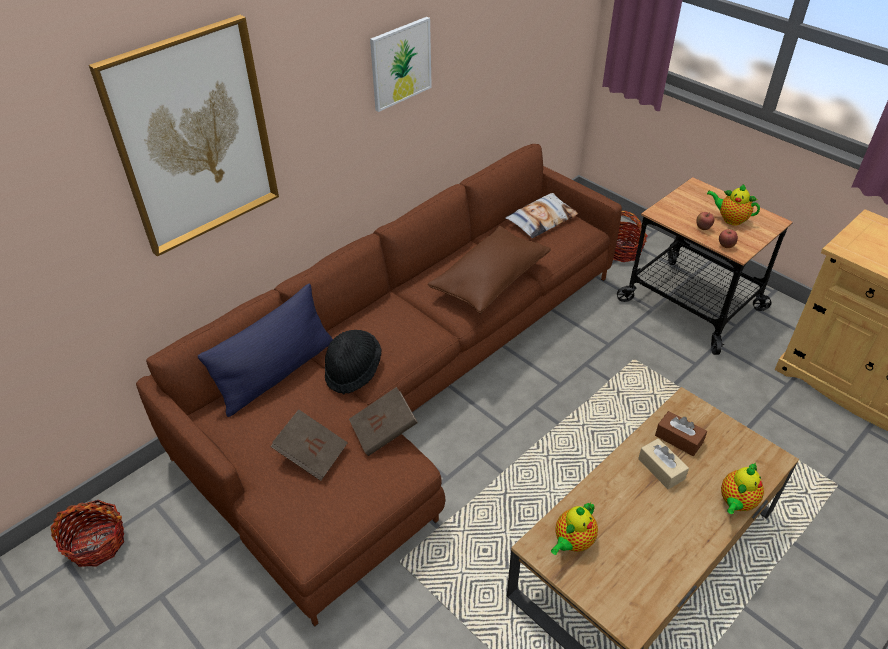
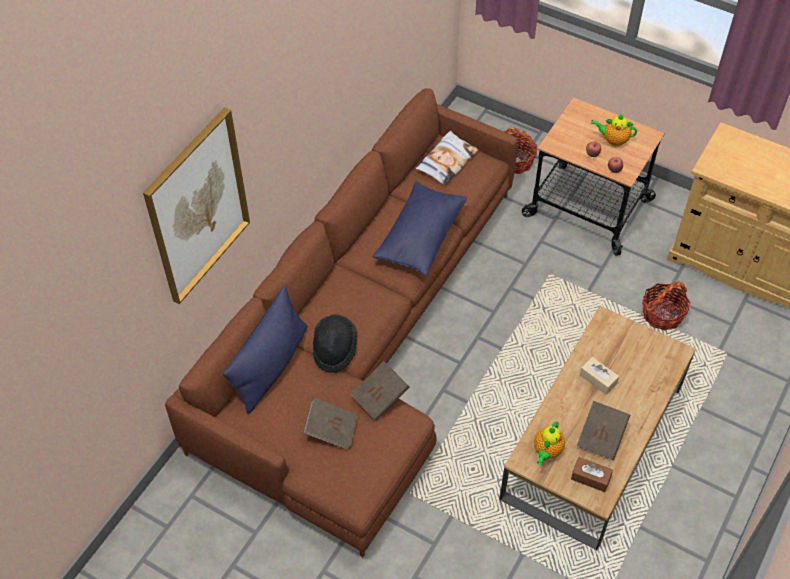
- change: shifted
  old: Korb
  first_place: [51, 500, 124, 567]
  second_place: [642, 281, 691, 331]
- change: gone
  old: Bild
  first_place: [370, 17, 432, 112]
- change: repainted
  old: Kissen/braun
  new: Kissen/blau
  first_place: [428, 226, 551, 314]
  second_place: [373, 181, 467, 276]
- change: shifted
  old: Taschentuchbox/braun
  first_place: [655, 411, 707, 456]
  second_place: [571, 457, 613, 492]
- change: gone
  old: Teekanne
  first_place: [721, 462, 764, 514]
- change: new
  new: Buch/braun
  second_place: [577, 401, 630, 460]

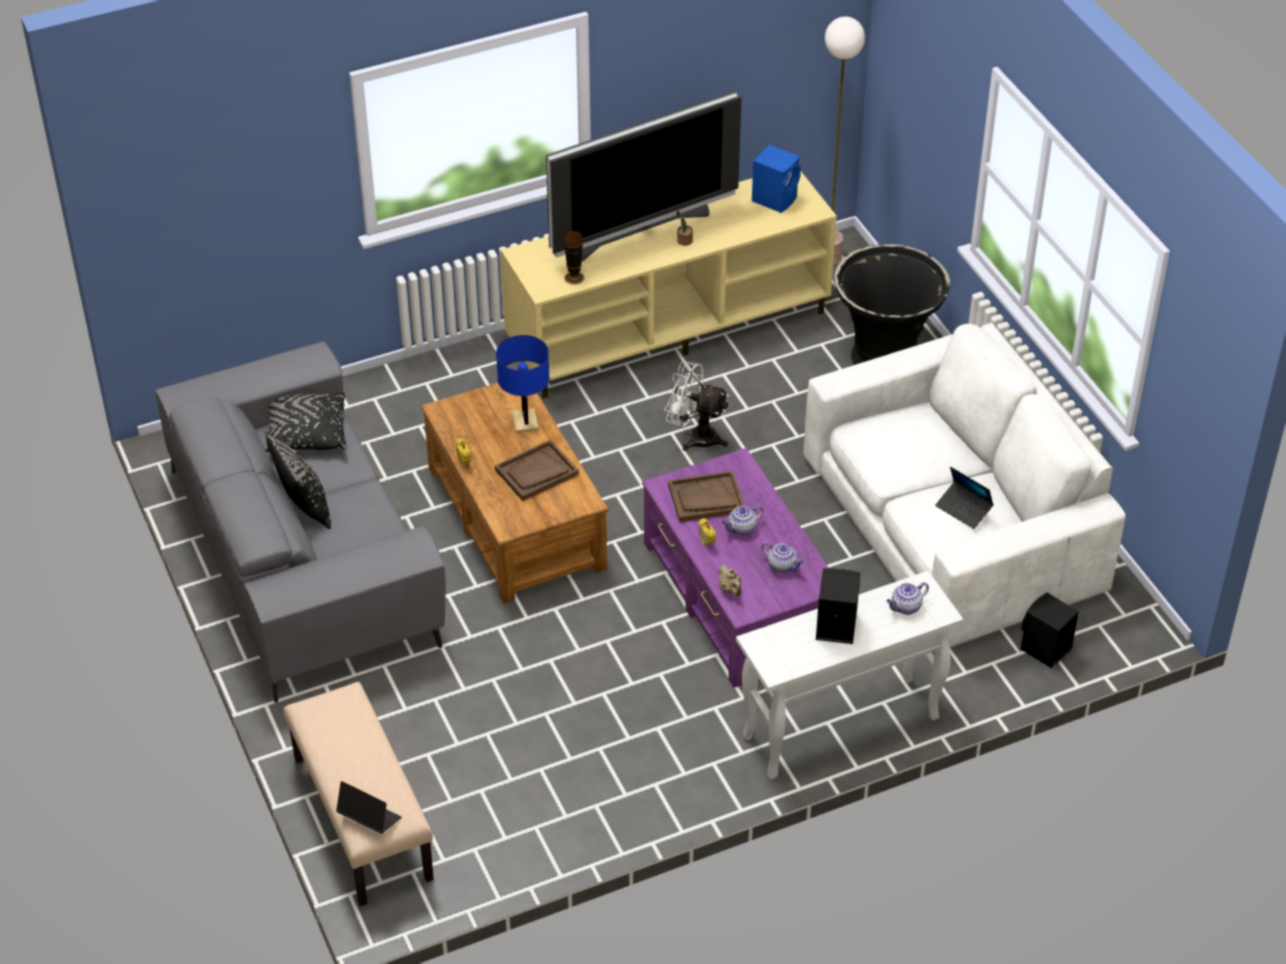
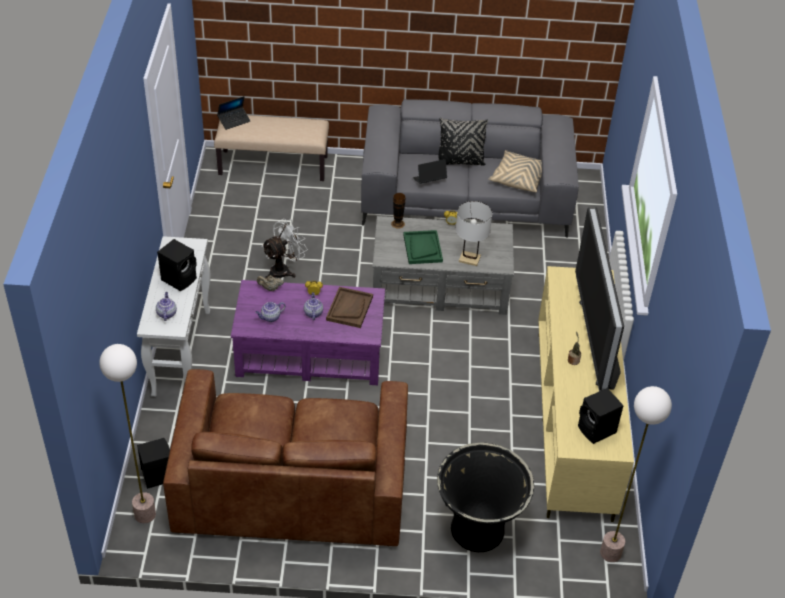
- change: repainted
  old: Kissen/schwarz
  new: Kissen/beige
  first_place: [265, 392, 347, 452]
  second_place: [489, 150, 542, 192]
- change: repainted
  old: Couchtisch/braun
  new: Couchtisch/grau
  first_place: [421, 383, 608, 603]
  second_place: [372, 216, 514, 315]
- change: repainted
  old: Tablett/braun
  new: Tablett/grün
  first_place: [495, 440, 579, 501]
  second_place: [403, 230, 443, 264]
- change: repainted
  old: Tischlampe/blau
  new: Tischlampe/weiß
  first_place: [496, 335, 549, 433]
  second_place: [456, 201, 492, 266]
- change: shifted
  old: Vase
  first_place: [564, 231, 584, 285]
  second_place: [391, 193, 406, 228]
- change: shifted
  old: Ventilator/weiß
  first_place: [664, 362, 729, 451]
  second_place: [262, 219, 308, 279]
- change: repainted
  old: Lautsprecher/blau
  new: Lautsprecher/schwarz
  first_place: [752, 145, 801, 213]
  second_place: [578, 388, 624, 444]
- change: repainted
  old: Sofa/weiß
  new: Sofa/braun
  first_place: [804, 323, 1126, 648]
  second_place: [163, 369, 408, 546]
- change: shifted
  old: Laptop
  first_place: [935, 467, 994, 529]
  second_place: [413, 159, 447, 184]
- change: new
  new: Stehlampe
  second_place: [99, 344, 156, 523]

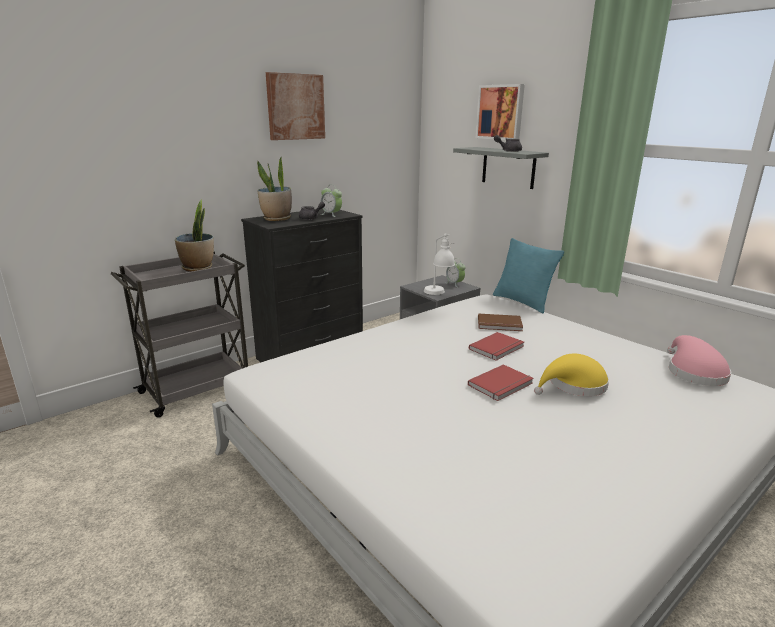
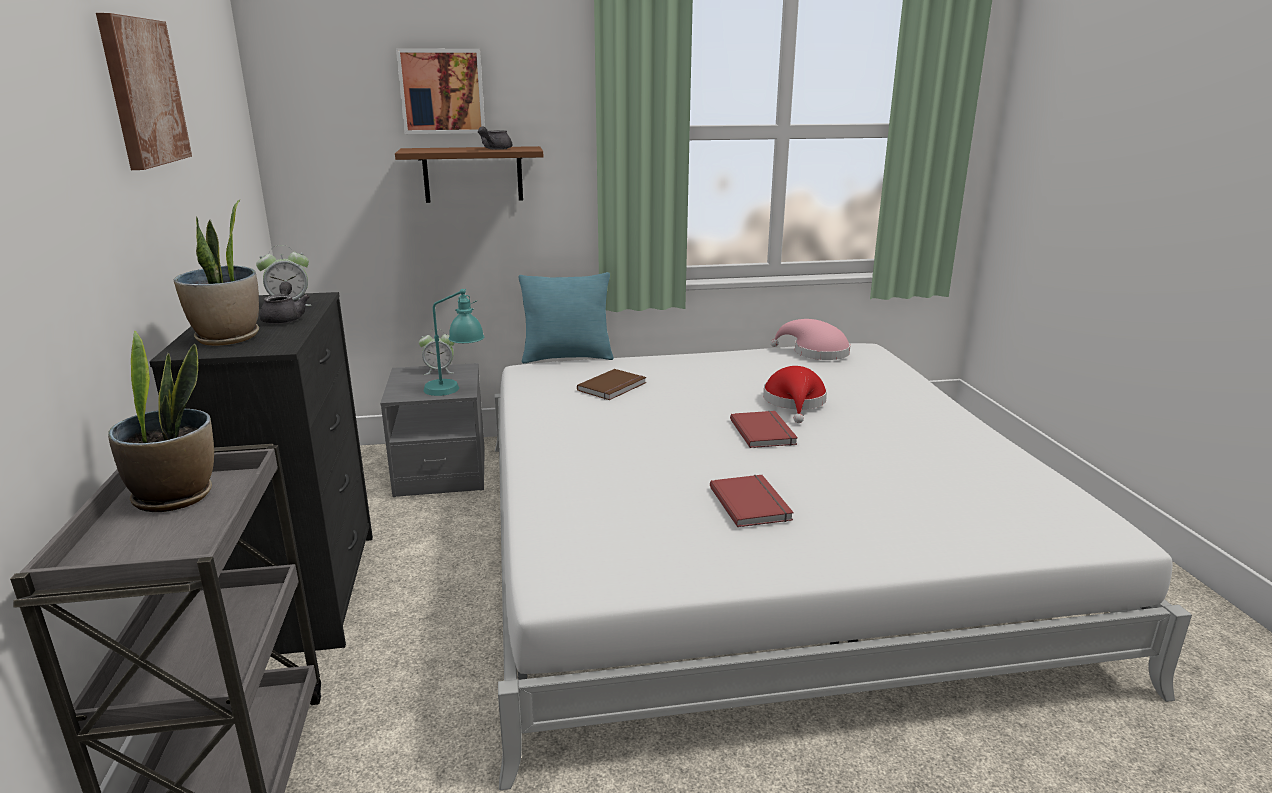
- change: repainted
  old: Tischlampe/weiß
  new: Tischlampe/türkis
  first_place: [424, 233, 455, 295]
  second_place: [424, 289, 484, 396]
- change: repainted
  old: Wandregal/grau
  new: Wandregal/braun
  first_place: [453, 147, 549, 189]
  second_place: [395, 146, 544, 203]
- change: shifted
  old: Buch/rot
  first_place: [469, 332, 524, 361]
  second_place: [710, 475, 794, 527]
- change: repainted
  old: Hut/gelb
  new: Hut/rot
  first_place: [534, 354, 609, 396]
  second_place: [763, 366, 827, 423]

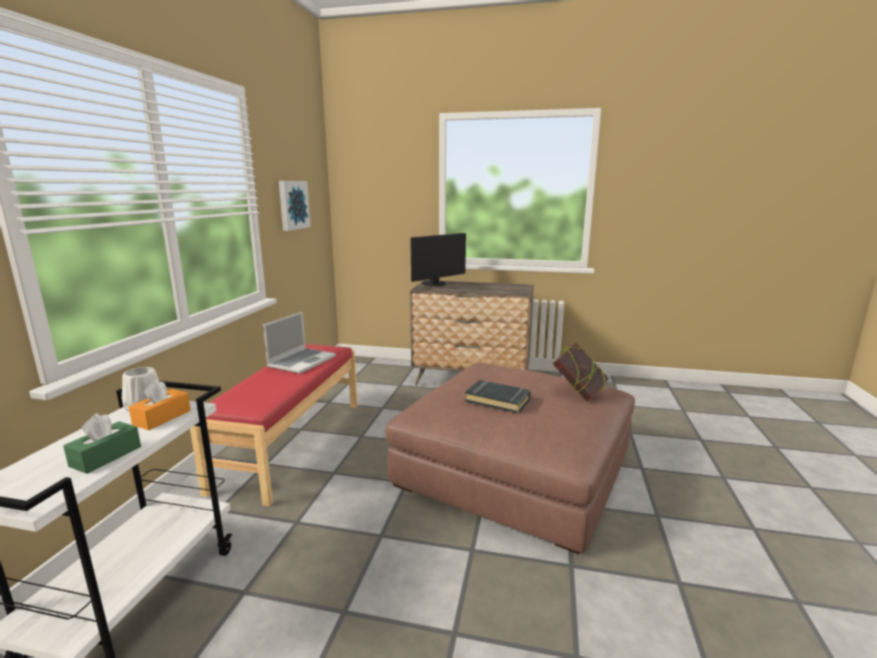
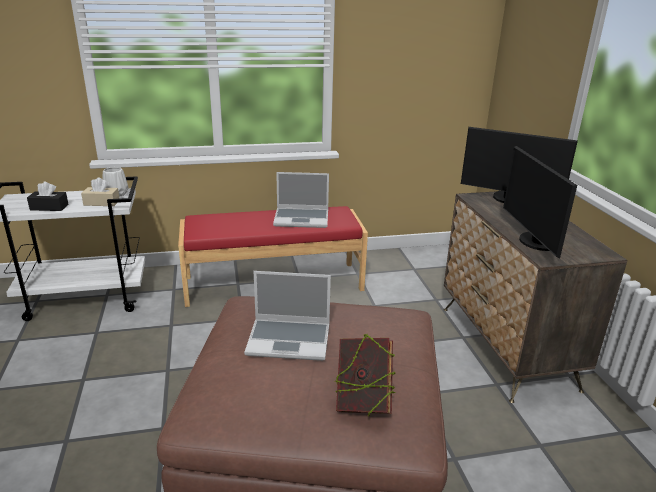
- change: repainted
  old: Taschentuchbox/grün
  new: Taschentuchbox/schwarz
  first_place: [63, 413, 141, 474]
  second_place: [27, 182, 69, 211]
- change: repainted
  old: Taschentuchbox/orange
  new: Taschentuchbox/beige
  first_place: [129, 380, 191, 430]
  second_place: [81, 178, 120, 206]
- change: gone
  old: Bild
  first_place: [279, 181, 311, 231]
- change: swapped
  old: Buch/schwarz
  new: Laptop
  first_place: [465, 380, 531, 413]
  second_place: [244, 271, 331, 361]
- change: new
  new: Monitor
  second_place: [503, 146, 577, 258]

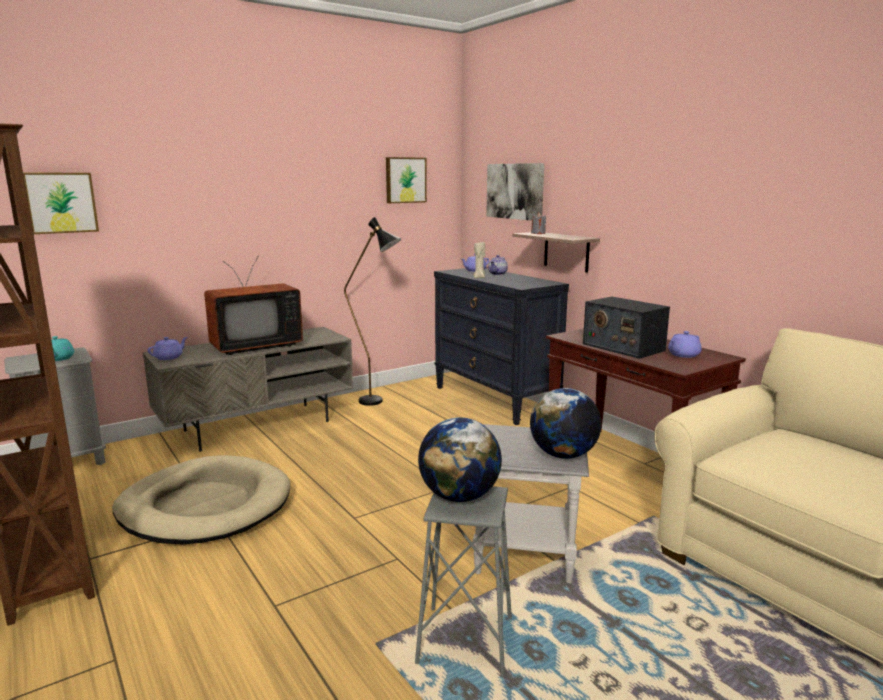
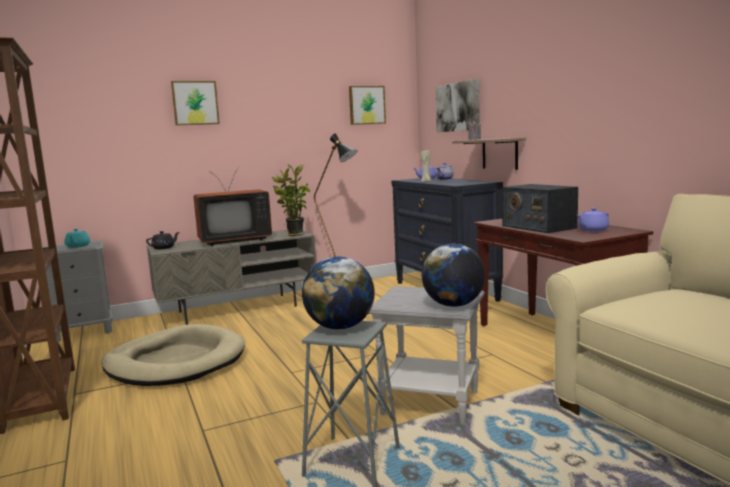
- change: shifted
  old: Bild
  first_place: [23, 173, 99, 234]
  second_place: [171, 81, 220, 125]
- change: repainted
  old: Teekanne/lila
  new: Teekanne/schwarz
  first_place: [148, 337, 187, 360]
  second_place: [146, 231, 179, 249]
- change: new
  new: Topfpflanze
  second_place: [272, 164, 310, 236]

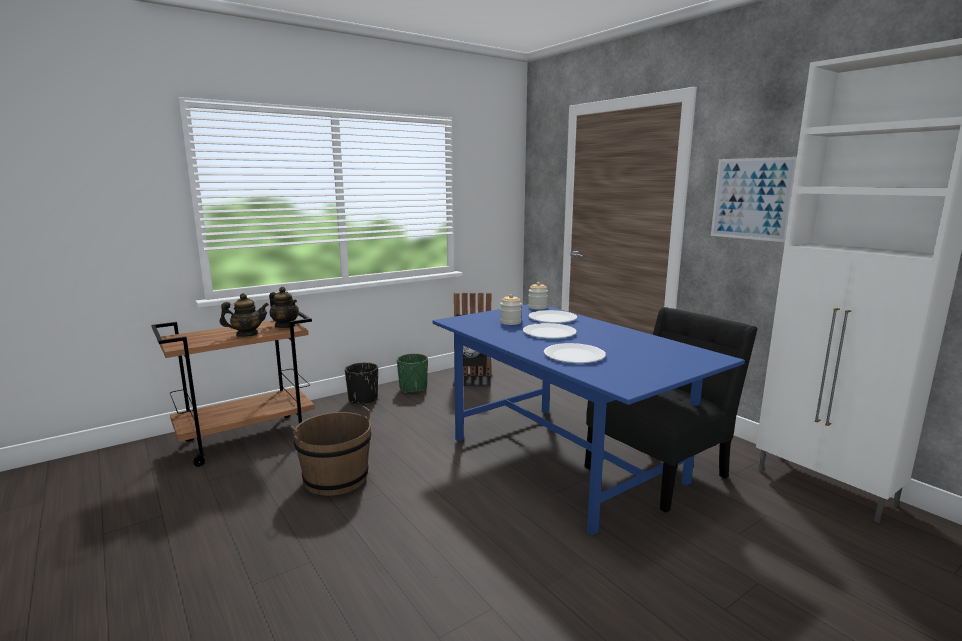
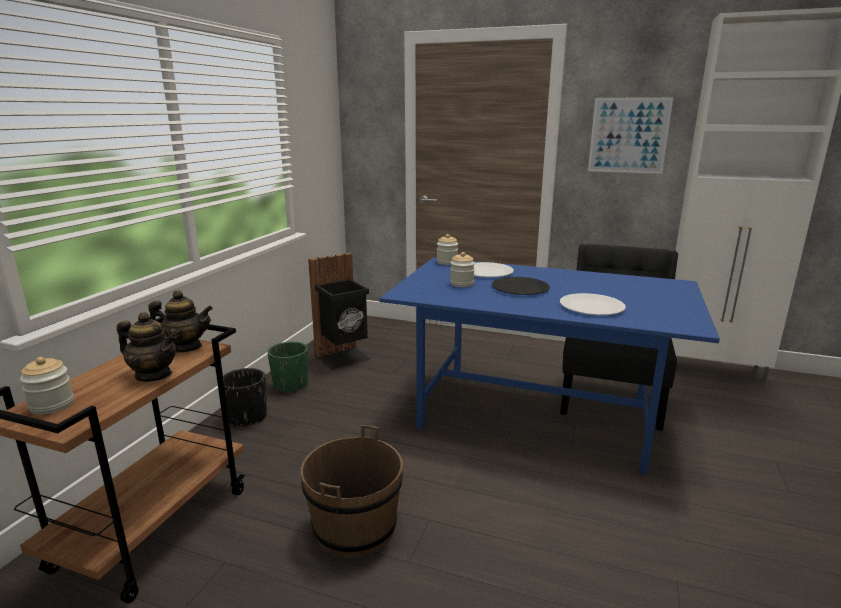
- change: rotated
  old: Teekanne
  first_place: [220, 293, 269, 337]
  second_place: [117, 312, 177, 382]
  degrees: 75
- change: repainted
  old: Teller/weiß
  new: Teller/schwarz
  first_place: [523, 323, 577, 338]
  second_place: [492, 277, 550, 295]
- change: new
  new: Vorratsglas
  second_place: [20, 357, 74, 415]

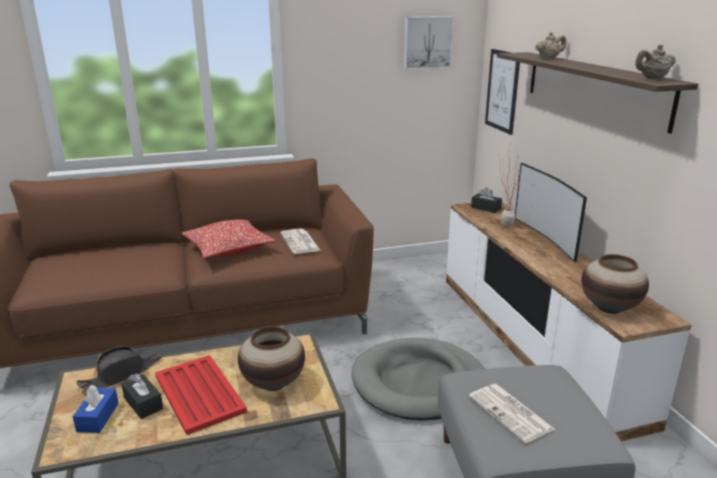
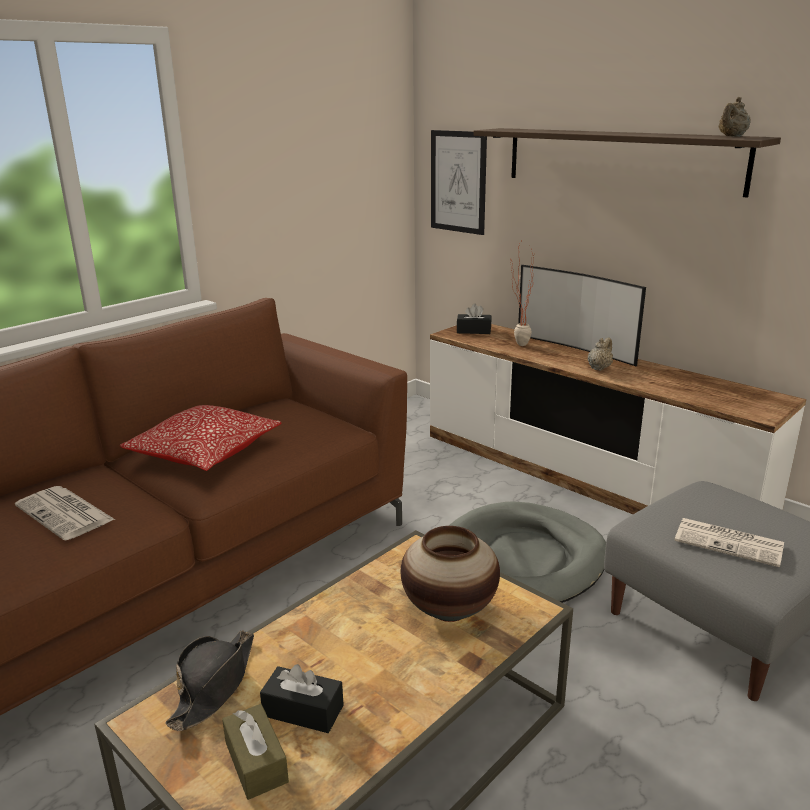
- change: repainted
  old: Taschentuchbox/blau
  new: Taschentuchbox/braun
  first_place: [72, 385, 119, 433]
  second_place: [222, 704, 289, 800]
- change: gone
  old: Tablett/rot
  first_place: [155, 355, 247, 435]
- change: shifted
  old: Zeitung
  first_place: [281, 229, 321, 254]
  second_place: [15, 486, 115, 540]
- change: gone
  old: Bild
  first_place: [404, 16, 454, 70]
- change: shifted
  old: Teekanne/beige
  first_place: [535, 32, 566, 60]
  second_place: [588, 338, 613, 371]
- change: gone
  old: Vase
  first_place: [581, 254, 649, 314]

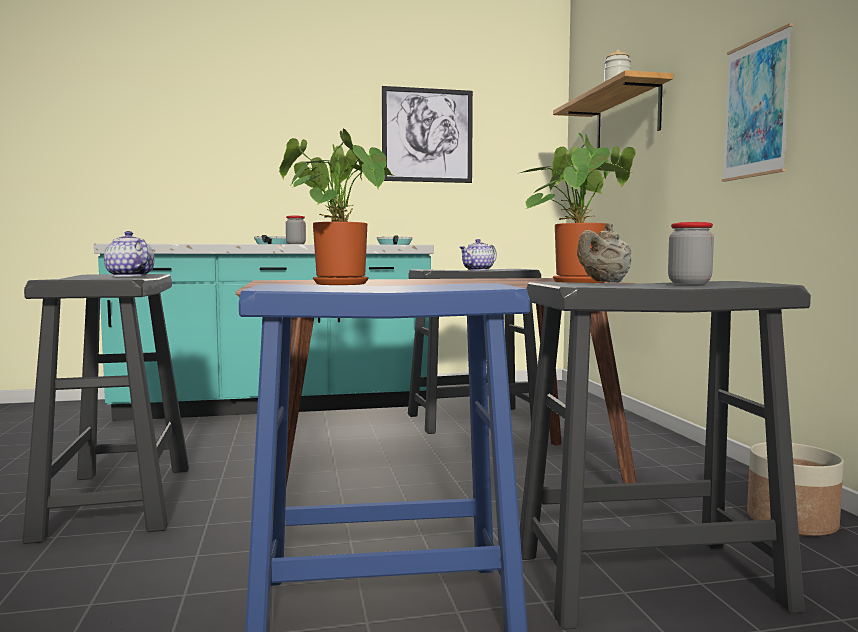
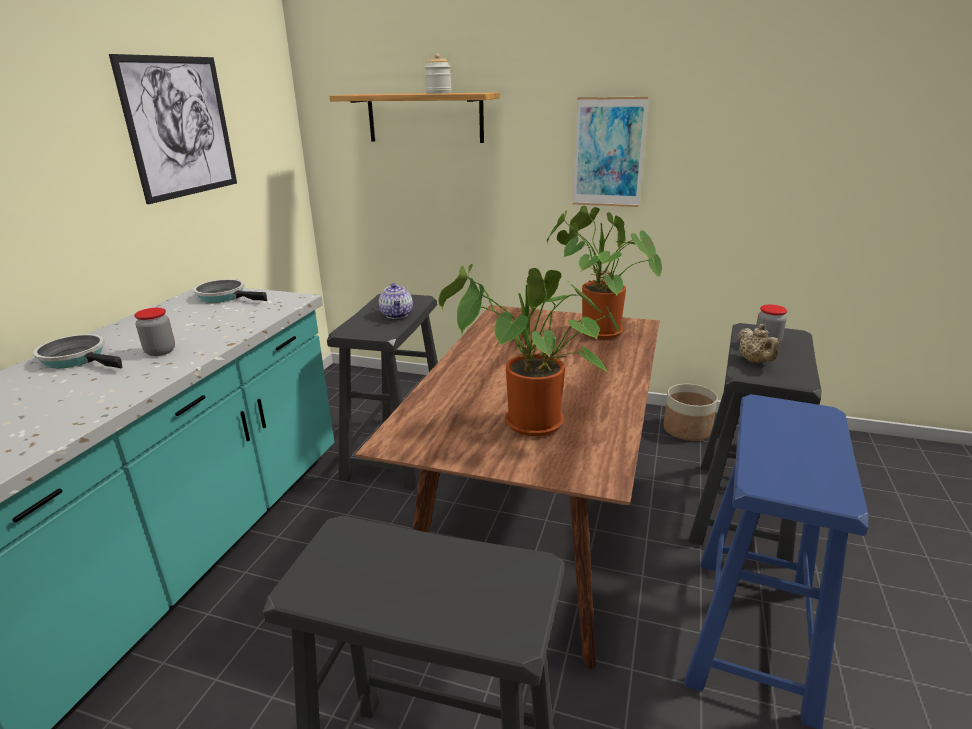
- change: gone
  old: Teekanne
  first_place: [104, 231, 154, 277]

